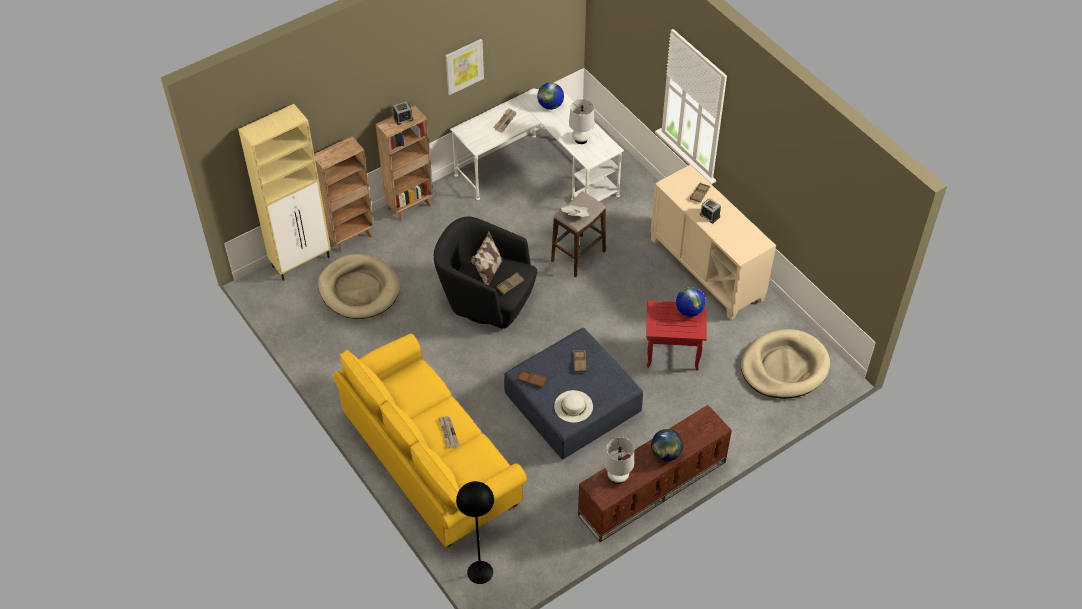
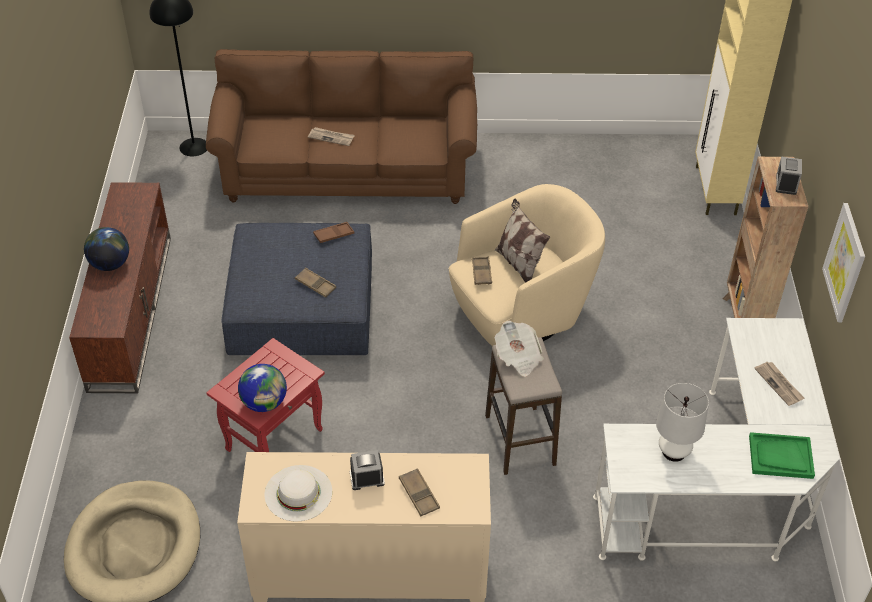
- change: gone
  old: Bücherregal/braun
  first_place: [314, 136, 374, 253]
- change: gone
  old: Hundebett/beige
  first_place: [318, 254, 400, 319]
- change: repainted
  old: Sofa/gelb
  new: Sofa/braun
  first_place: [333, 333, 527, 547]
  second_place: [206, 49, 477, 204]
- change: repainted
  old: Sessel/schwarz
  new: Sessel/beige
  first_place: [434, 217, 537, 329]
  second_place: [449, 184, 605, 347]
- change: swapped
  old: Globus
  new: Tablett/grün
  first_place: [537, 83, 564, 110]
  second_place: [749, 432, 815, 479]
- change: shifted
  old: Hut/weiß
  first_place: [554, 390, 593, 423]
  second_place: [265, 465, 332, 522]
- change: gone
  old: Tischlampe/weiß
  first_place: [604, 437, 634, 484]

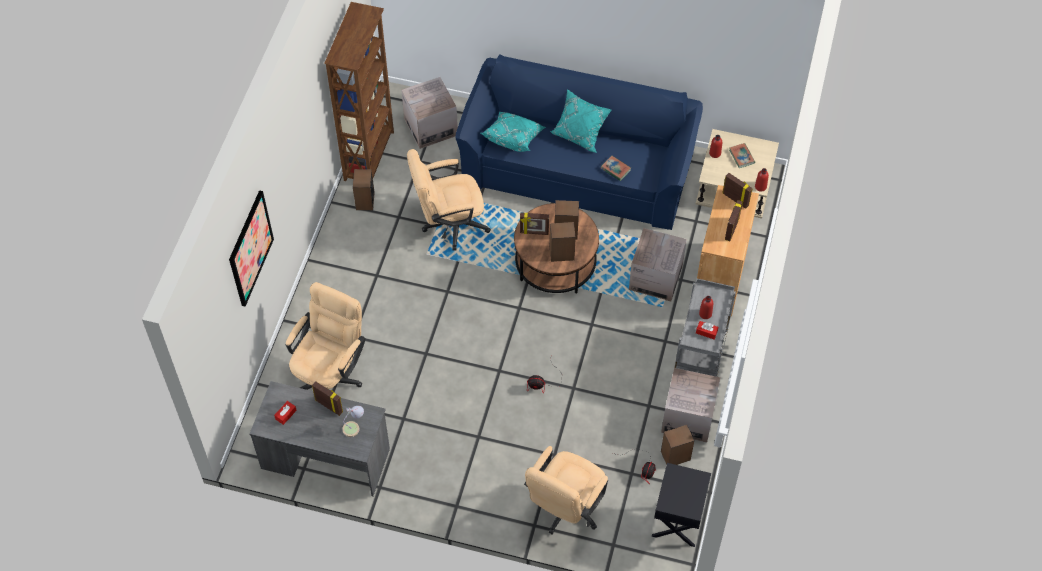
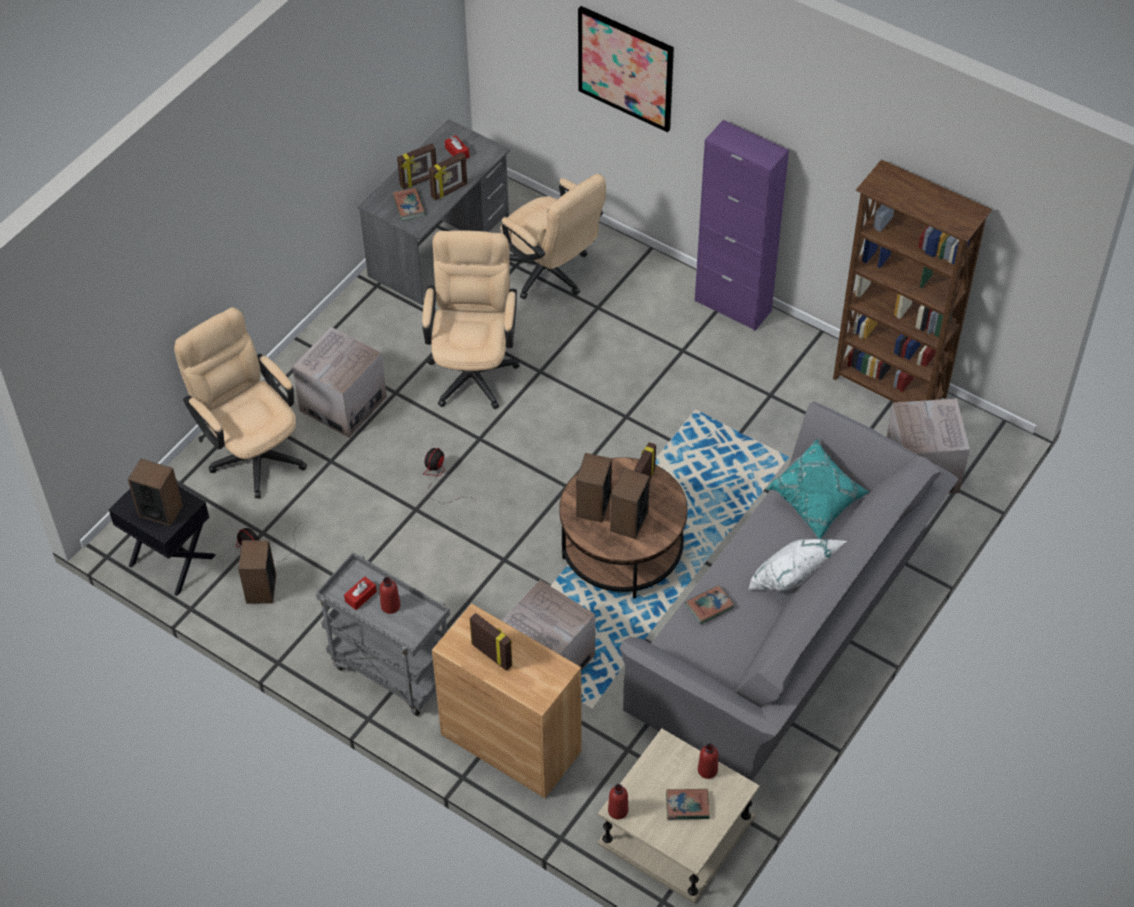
- change: swapped
  old: Tischlampe
  new: Buch
  first_place: [342, 406, 364, 437]
  second_place: [393, 188, 426, 221]
- change: shifted
  old: Lautsprecher
  first_place: [353, 169, 375, 210]
  second_place: [128, 459, 183, 527]
- change: shifted
  old: Bürostuhl/beige
  first_place: [407, 149, 491, 250]
  second_place: [422, 230, 520, 409]
- change: repainted
  old: Sofa/blau
  new: Sofa/grau
  first_place: [455, 54, 703, 230]
  second_place: [620, 401, 959, 781]
- change: repainted
  old: Kissen/türkis
  new: Kissen/weiß
  first_place: [550, 89, 612, 153]
  second_place: [748, 539, 847, 591]
- change: shifted
  old: Karton
  first_place: [661, 368, 721, 443]
  second_place: [292, 327, 387, 438]
- change: shifted
  old: Bilderrahmen
  first_place: [722, 173, 753, 209]
  second_place: [397, 143, 437, 189]
- change: new
  new: Schrank/lila
  second_place: [695, 120, 789, 331]

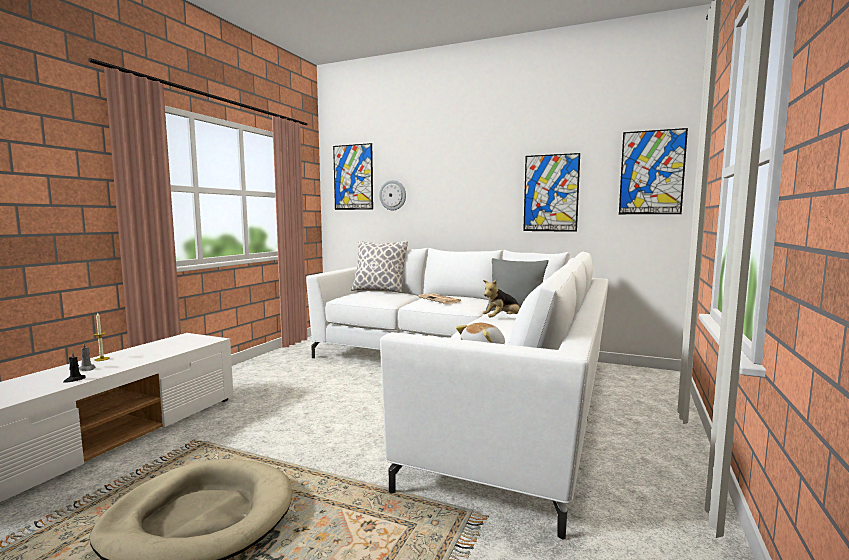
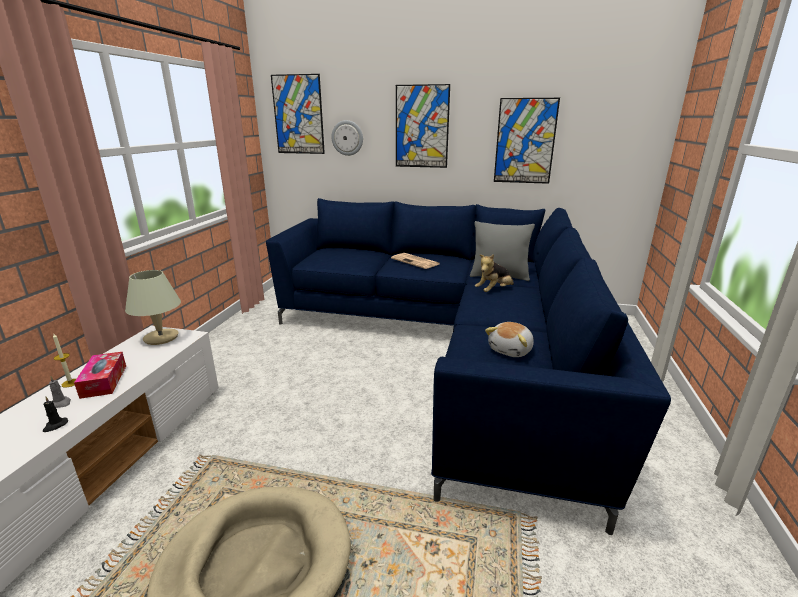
- change: repainted
  old: Sofa/weiß
  new: Sofa/blau
  first_place: [306, 248, 608, 540]
  second_place: [266, 198, 671, 535]
- change: gone
  old: Kissen
  first_place: [351, 240, 408, 293]
- change: shifted
  old: Bild
  first_place: [619, 128, 688, 214]
  second_place: [396, 84, 450, 168]
- change: new
  new: Taschentuchbox
  second_place: [74, 352, 126, 399]
- change: new
  new: Tischlampe/beige
  second_place: [125, 270, 181, 345]

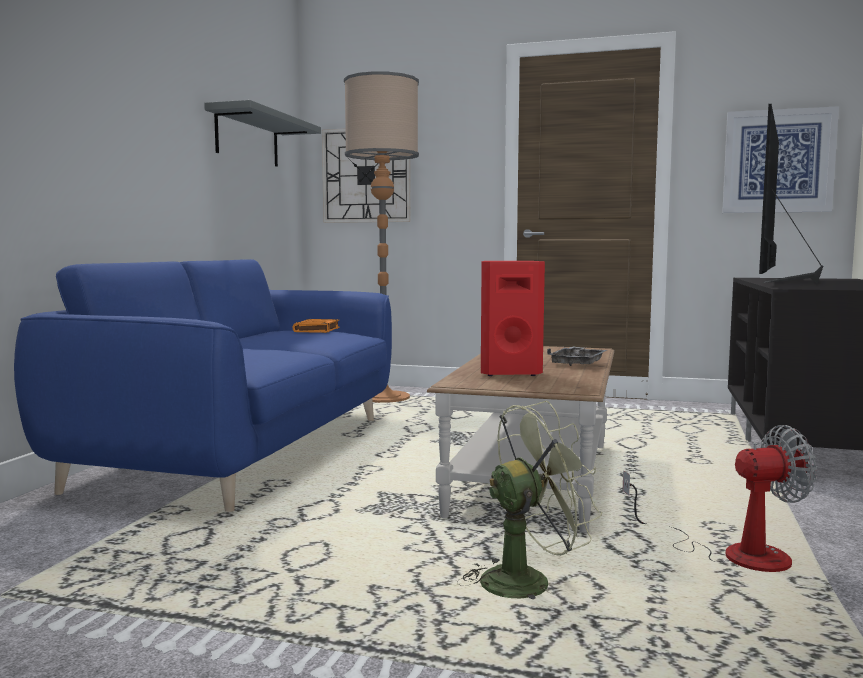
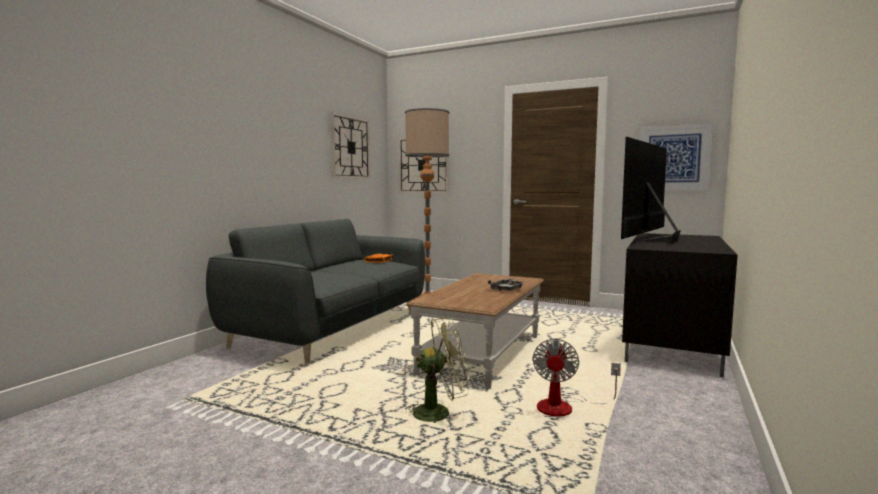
- change: repainted
  old: Sofa/blau
  new: Sofa/grau
  first_place: [14, 259, 392, 512]
  second_place: [206, 219, 425, 364]
- change: swapped
  old: Wandregal/grau
  new: Wanduhr
  first_place: [204, 100, 321, 167]
  second_place: [330, 112, 370, 179]
- change: gone
  old: Lautsprecher/rot
  first_place: [481, 261, 545, 376]
- change: rotated
  old: Ventilator
  first_place: [623, 425, 817, 572]
  second_place: [532, 338, 621, 417]
  degrees: 105

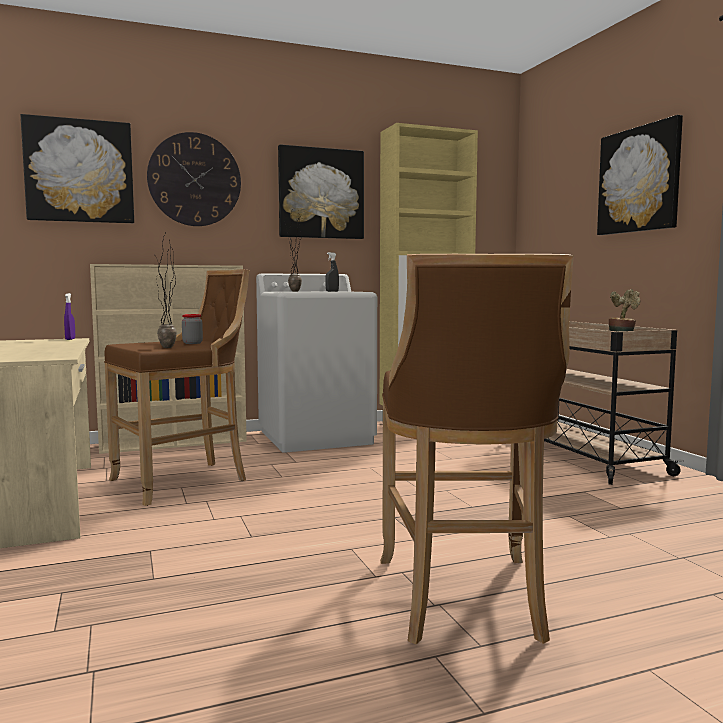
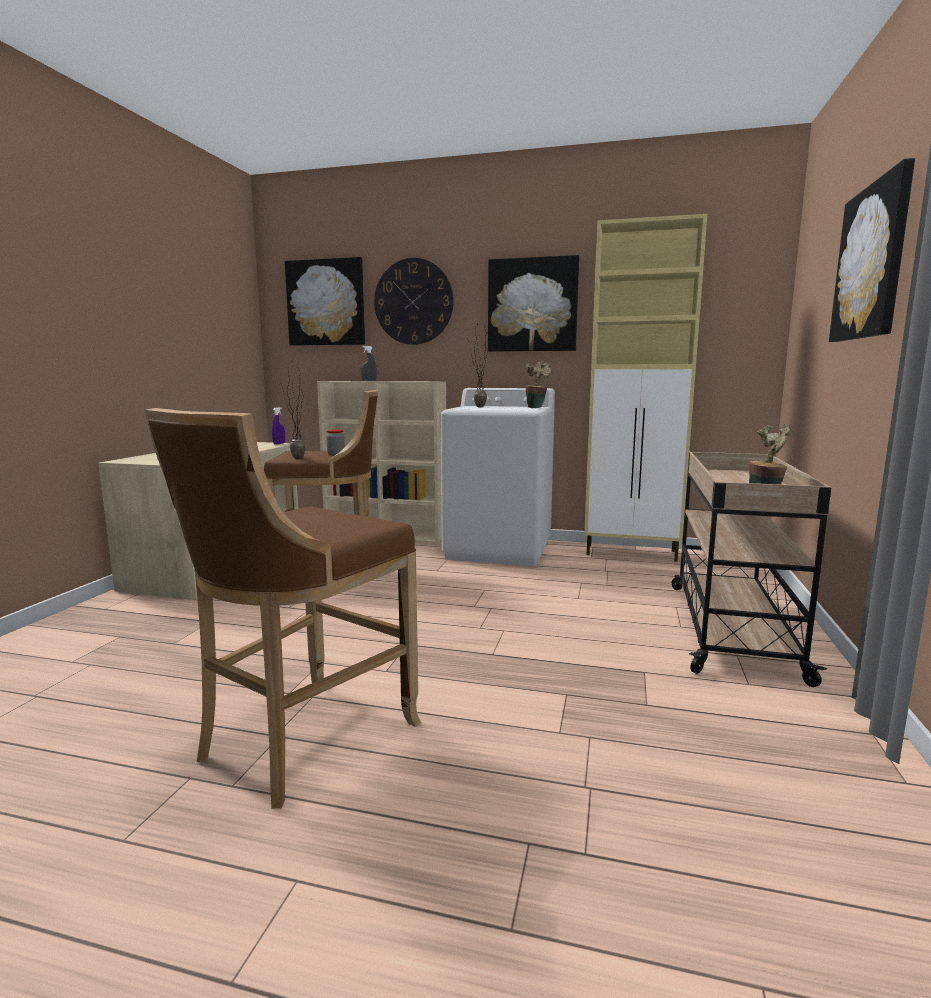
- change: shifted
  old: Sprühflasche/grau
  first_place: [325, 252, 339, 292]
  second_place: [361, 346, 377, 381]
- change: new
  new: Topfpflanze
  second_place: [525, 361, 551, 408]

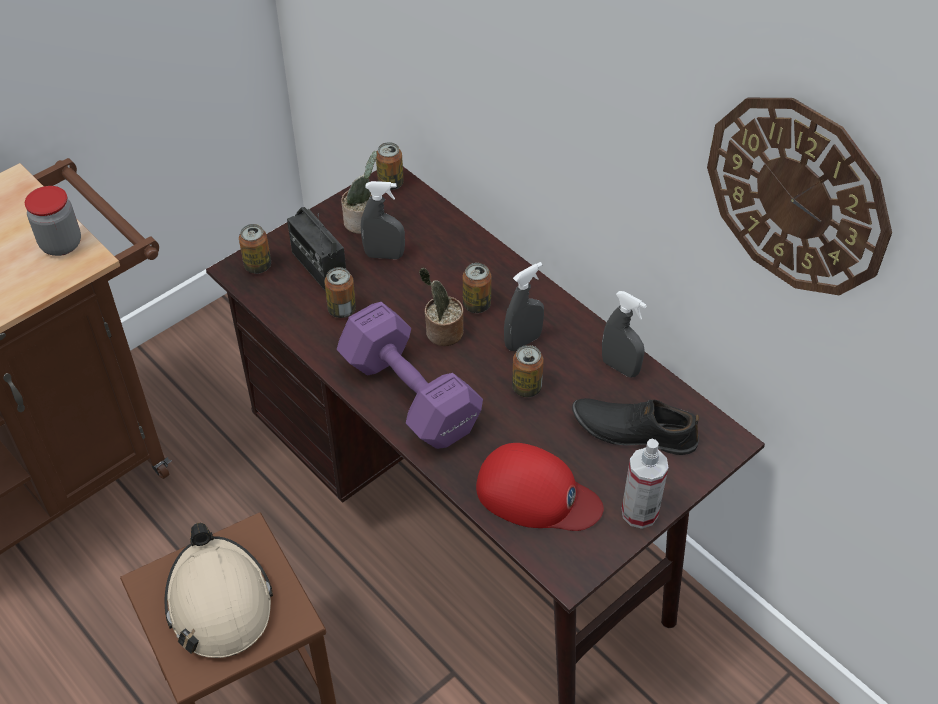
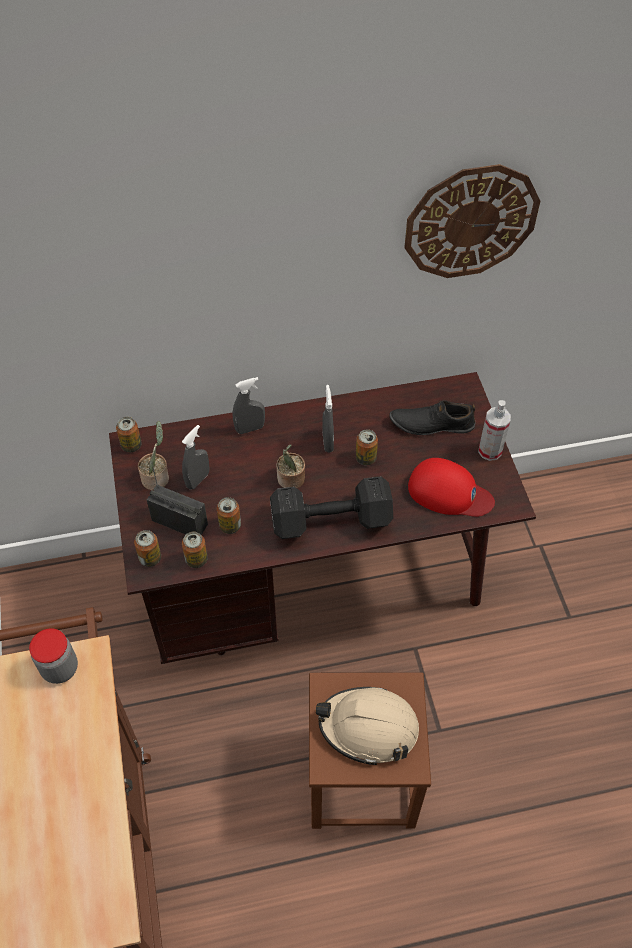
- change: rotated
  old: Radio
  first_place: [287, 207, 346, 292]
  second_place: [147, 462, 208, 535]
  degrees: -150
- change: repainted
  old: Hantel/lila
  new: Hantel/schwarz
  first_place: [337, 302, 483, 449]
  second_place: [270, 476, 393, 539]
- change: shifted
  old: Dose
  first_place: [463, 263, 491, 313]
  second_place: [182, 532, 208, 568]
- change: rotated
  old: Kappe/rot
  first_place: [476, 443, 604, 531]
  second_place: [408, 458, 495, 517]
  degrees: 60
- change: rotated
  old: Schuh/schwarz
  first_place: [572, 398, 699, 455]
  second_place: [389, 401, 476, 435]
  degrees: 45
- change: shifted
  old: Sprühflasche/grau
  first_place: [602, 291, 647, 378]
  second_place: [233, 377, 265, 434]

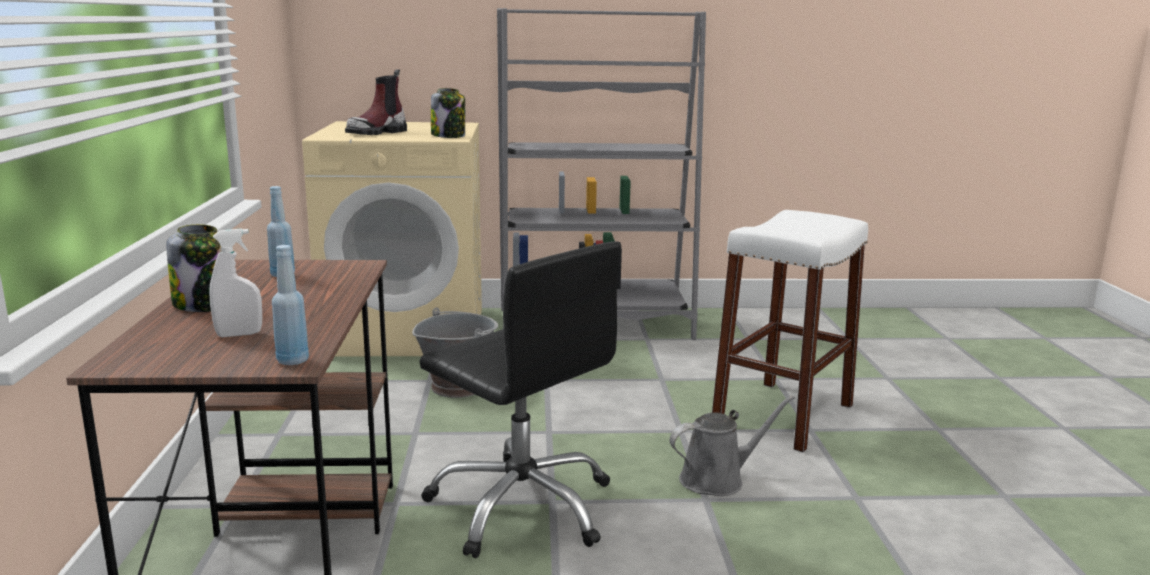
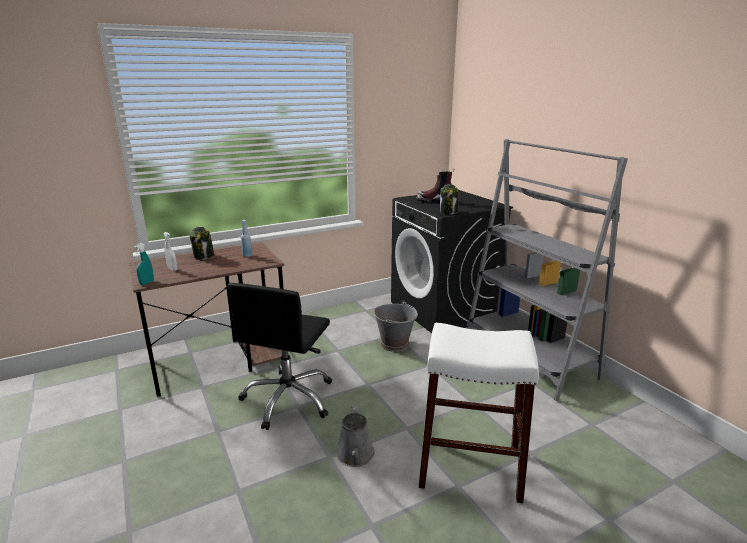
- change: swapped
  old: Flasche/blau
  new: Sprühflasche/türkis
  first_place: [272, 245, 309, 365]
  second_place: [134, 243, 154, 285]
- change: repainted
  old: Waschmaschine/beige
  new: Waschmaschine/schwarz
  first_place: [302, 121, 482, 357]
  second_place: [391, 190, 513, 333]
- change: rotated
  old: Gießkanne/grau
  first_place: [670, 395, 795, 496]
  second_place: [337, 406, 375, 467]
  degrees: 45

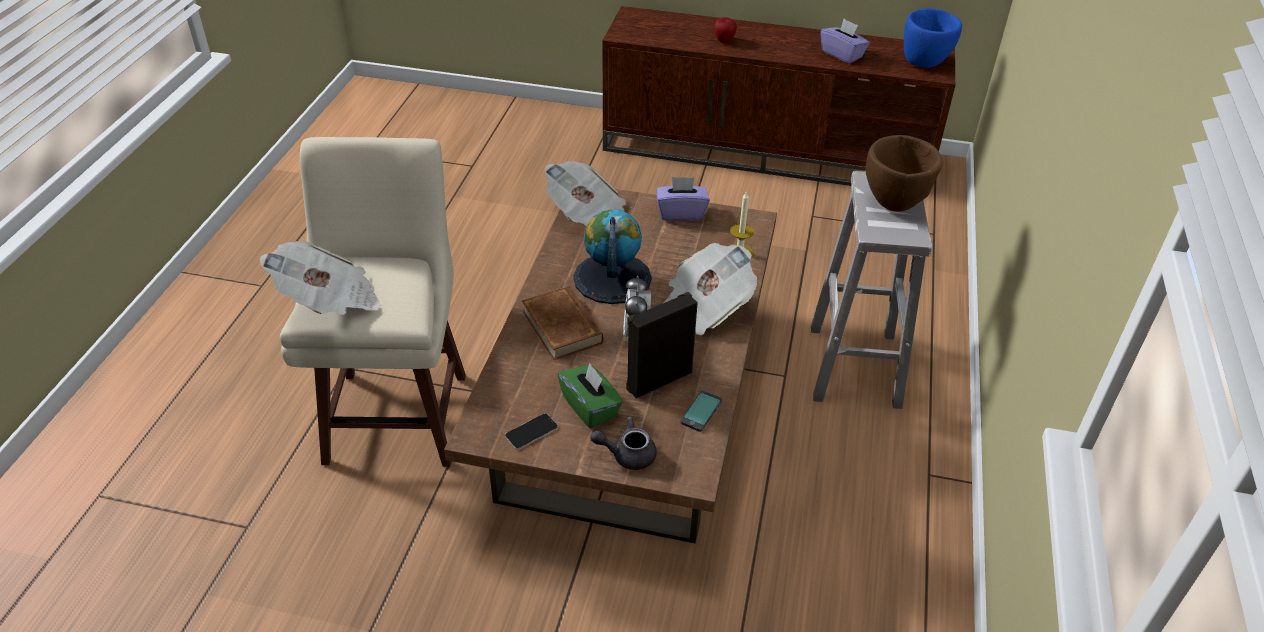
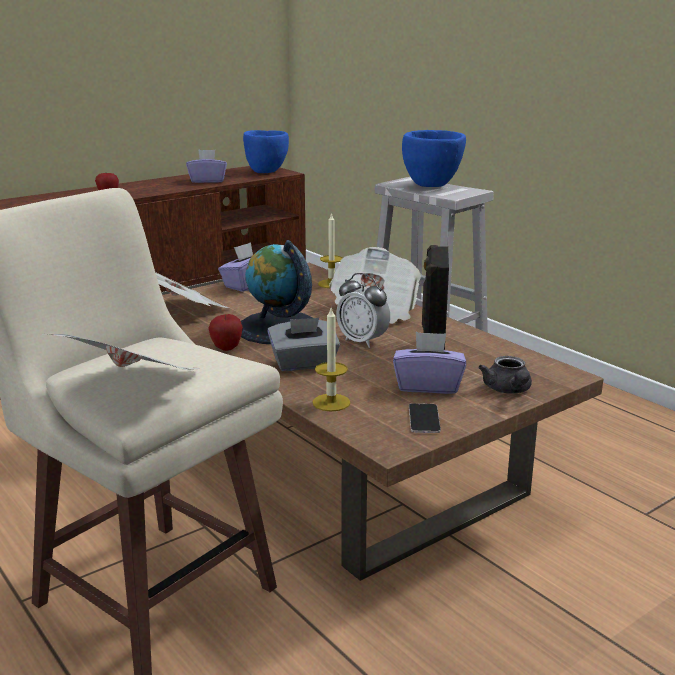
- change: swapped
  old: Buch/braun
  new: Taschentuchbox/grau
  first_place: [522, 286, 603, 360]
  second_place: [268, 318, 340, 371]
- change: repainted
  old: Taschentuchbox/grün
  new: Taschentuchbox/lila
  first_place: [558, 363, 623, 428]
  second_place: [393, 332, 466, 394]
- change: rotated
  old: Teekanne/grau
  first_place: [590, 417, 657, 470]
  second_place: [478, 356, 532, 394]
  degrees: -45
- change: gone
  old: Handy
  first_place: [680, 390, 722, 432]
- change: repainted
  old: Schüssel/braun
  new: Schüssel/blau
  first_place: [866, 135, 942, 212]
  second_place: [402, 130, 466, 187]
- change: new
  new: Apfel
  second_place: [208, 314, 243, 351]
- change: new
  new: Kerze
  second_place: [312, 308, 350, 411]

